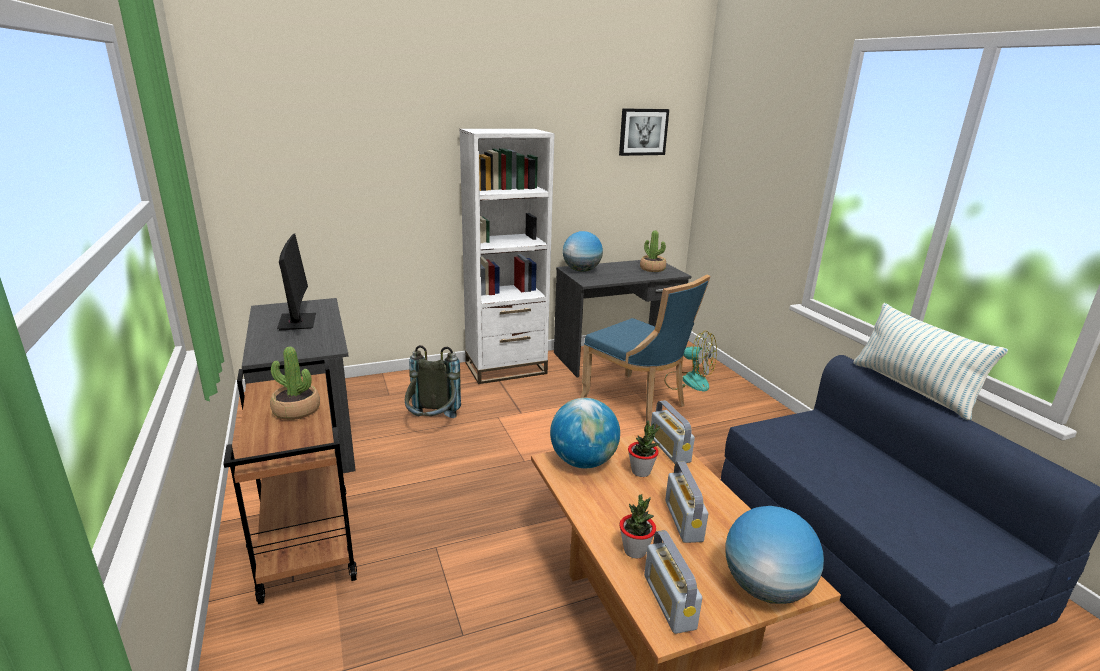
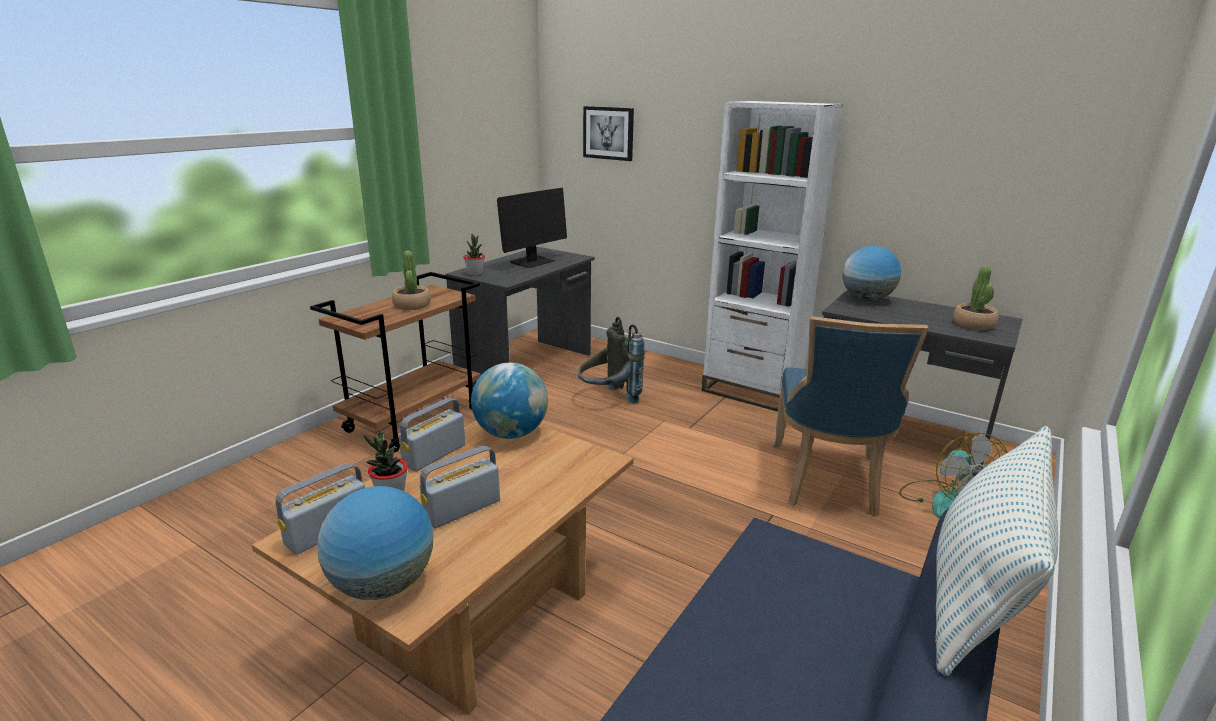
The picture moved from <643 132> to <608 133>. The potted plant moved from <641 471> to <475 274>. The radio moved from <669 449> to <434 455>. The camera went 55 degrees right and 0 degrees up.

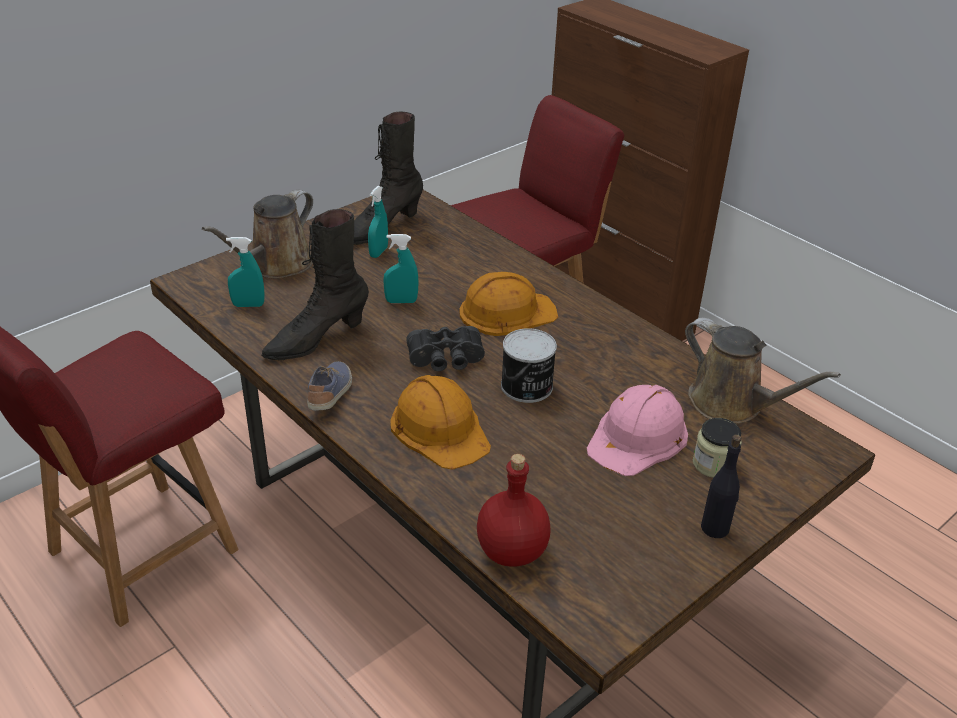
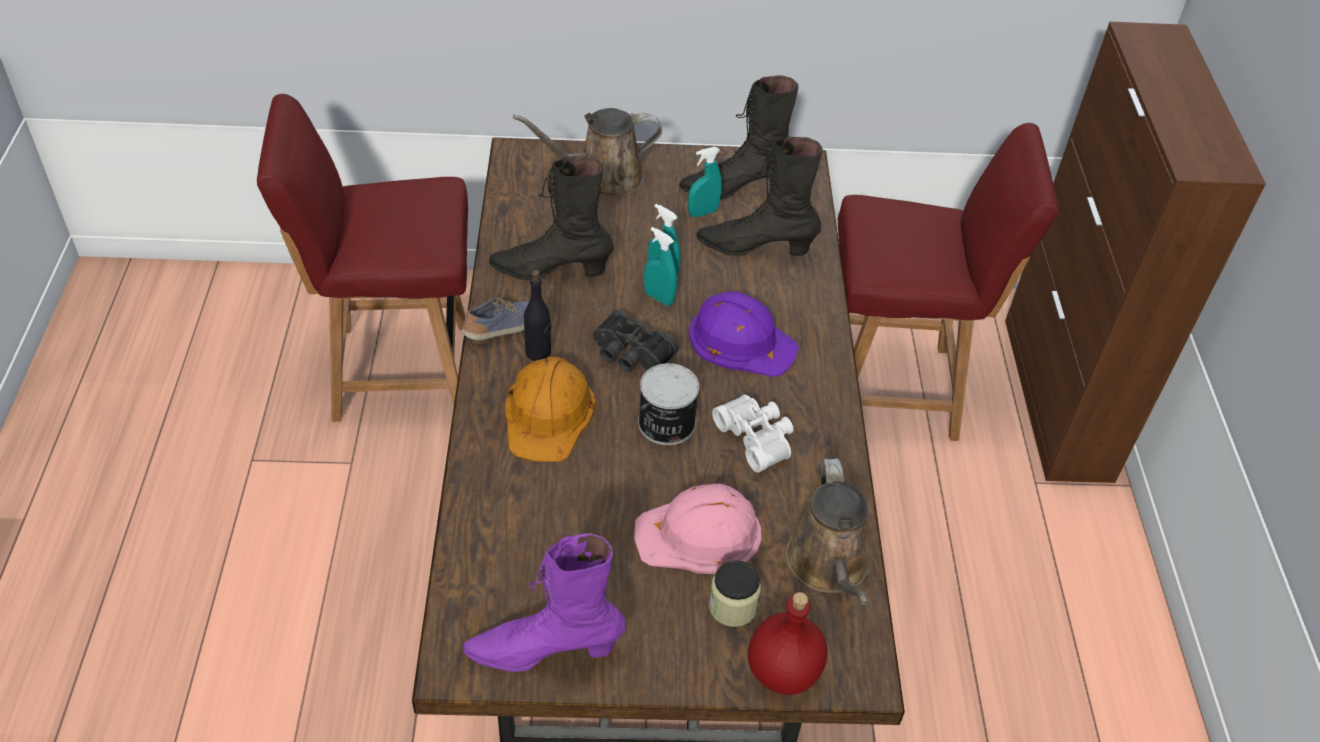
The boot in purple at <544 650> appeared. The boot in black at <755 247> appeared. The binoculars in white at <757 437> appeared. The spray bottle in turquoise moved from <248 305> to <659 298>. The bottle in red moved from <512 550> to <784 671>. The bottle in black moved from <715 528> to <538 352>. The hard hat in orange at <506 312> became the hard hat in purple at <741 340>. The camera went 40 degrees right and 10 degrees up.

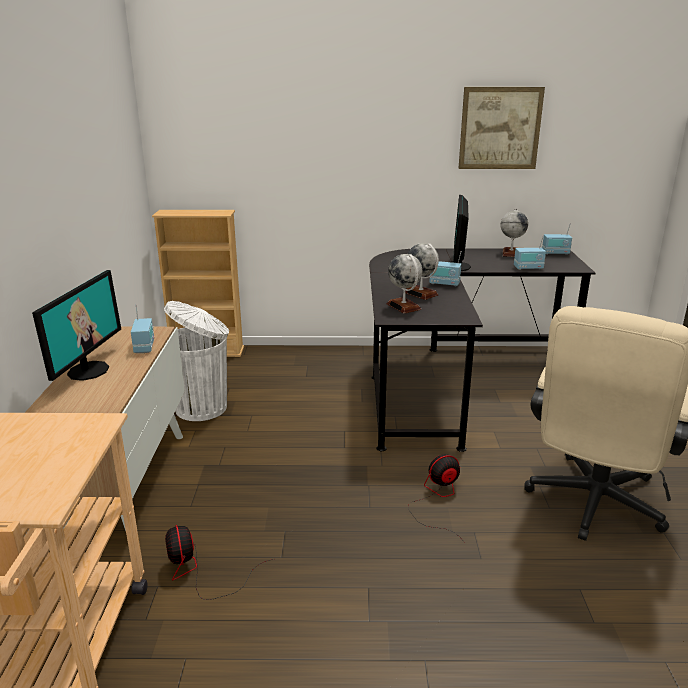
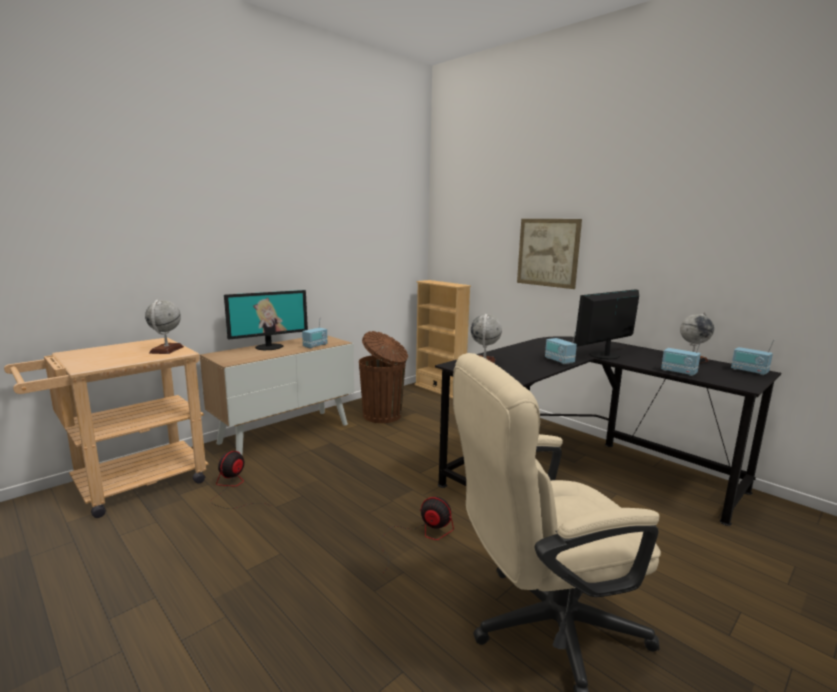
The globe moved from <421 293> to <166 350>. The picture moved from <500 128> to <548 252>. The trash can in white at <203 407> became the trash can in brown at <383 416>. The camera went 45 degrees right and 10 degrees down.

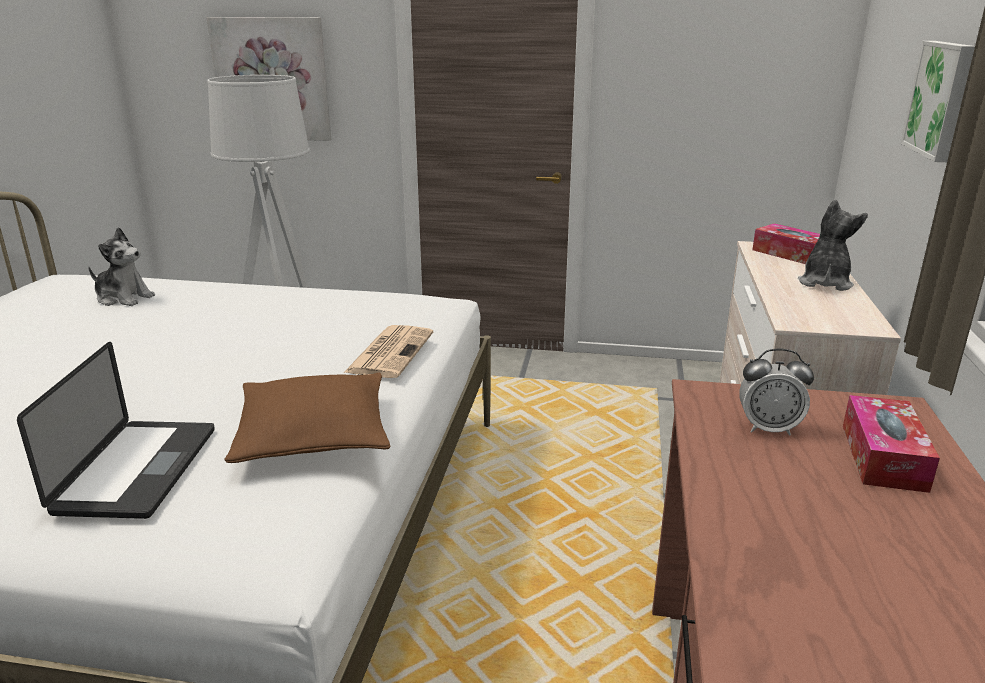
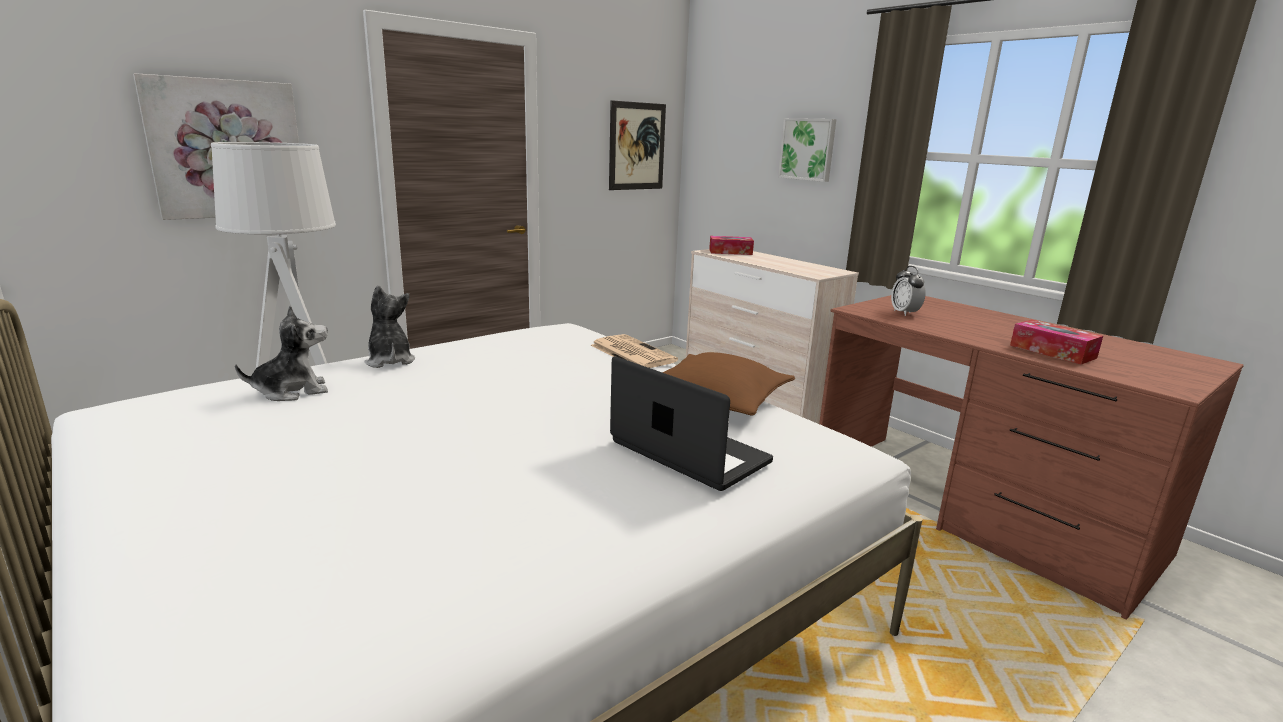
The picture at <637 146> appeared. The plush toy moved from <824 283> to <389 361>. The tissue box moved from <883 457> to <1052 351>. The alarm clock at <768 428> turned 120 degrees clockwise. The camera went 50 degrees left and 5 degrees down.

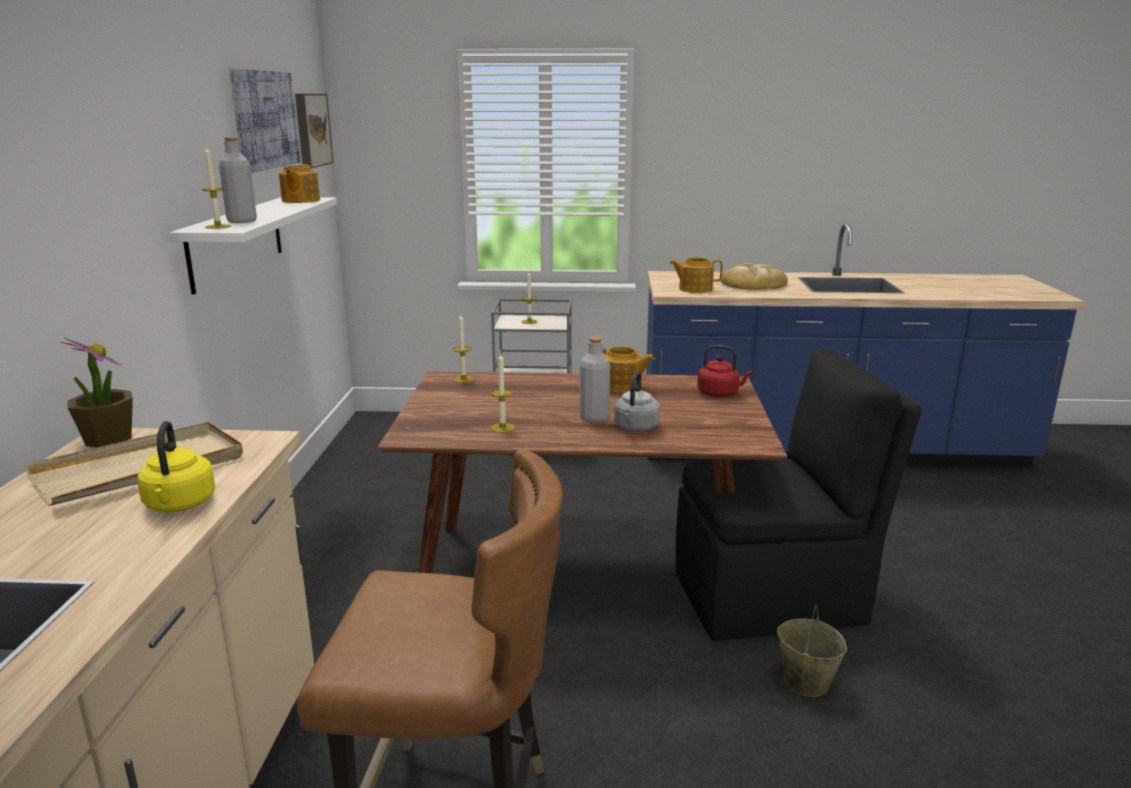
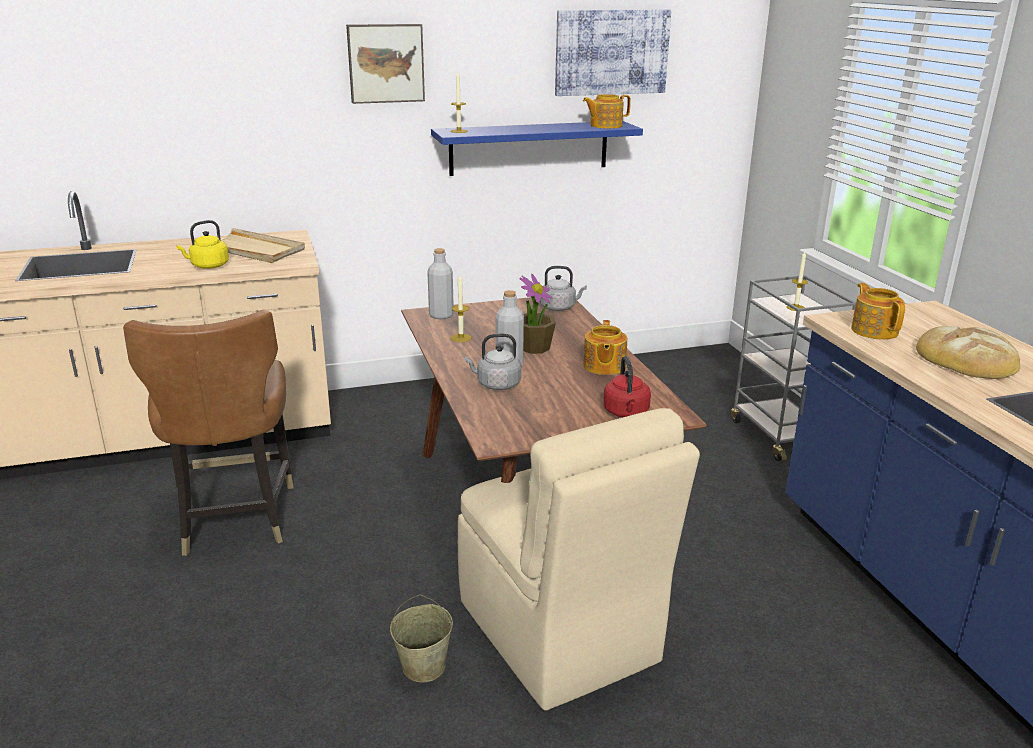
The potted plant moved from <108 439> to <534 347>. The bottle in grey moved from <242 221> to <441 315>. The picture moved from <311 130> to <385 63>. The candle at <463 379> was replaced by the kettle in grey at <559 307>. The shelf in white at <237 241> became the shelf in blue at <529 148>. The chair in black at <773 597> became the chair in beige at <559 635>. The camera went 70 degrees right and 5 degrees up.

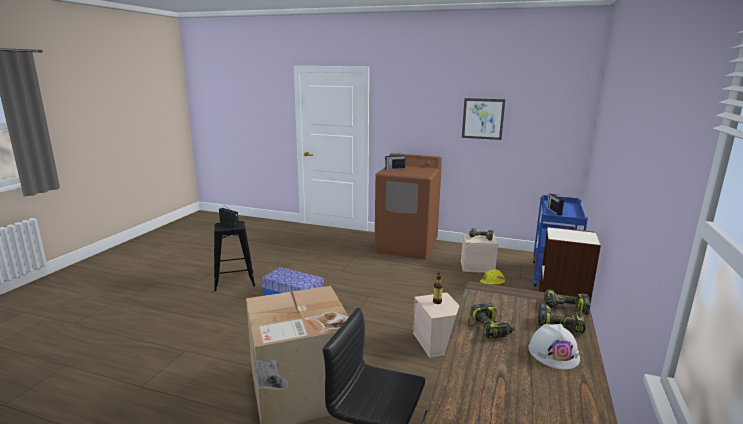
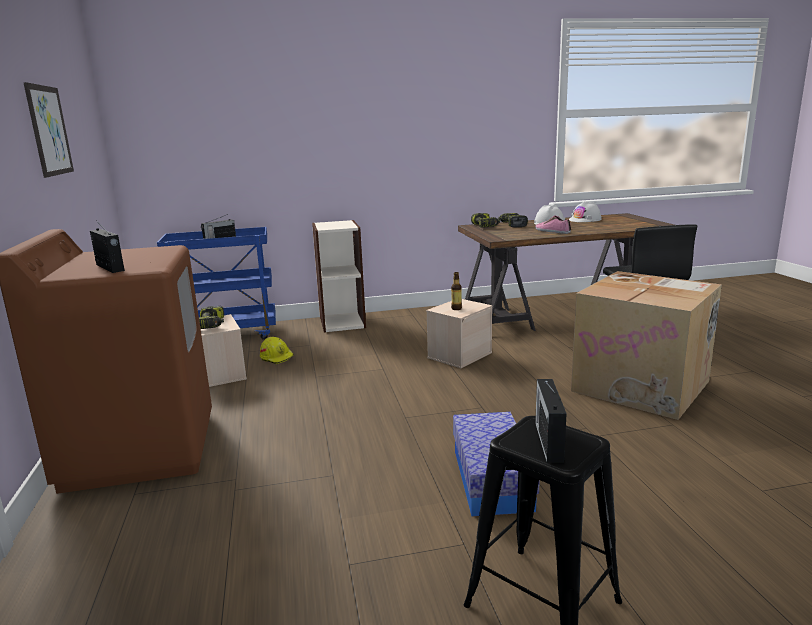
The hard hat in white at <585 219> appeared. The power drill at <491 328> was replaced by the shoe at <552 231>. The camera went 120 degrees left and 0 degrees up.

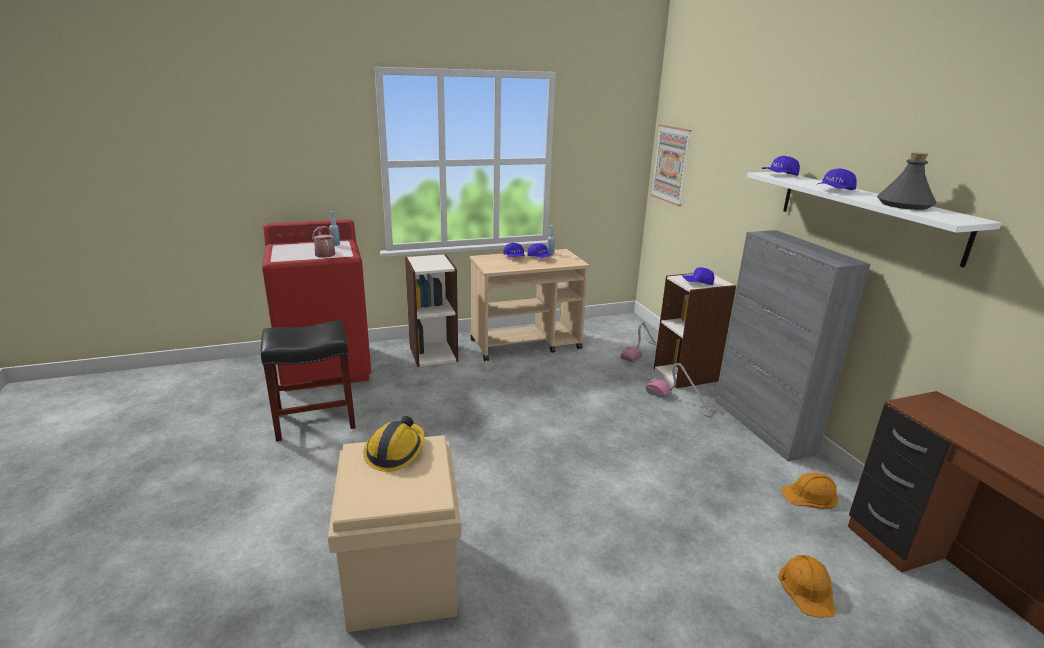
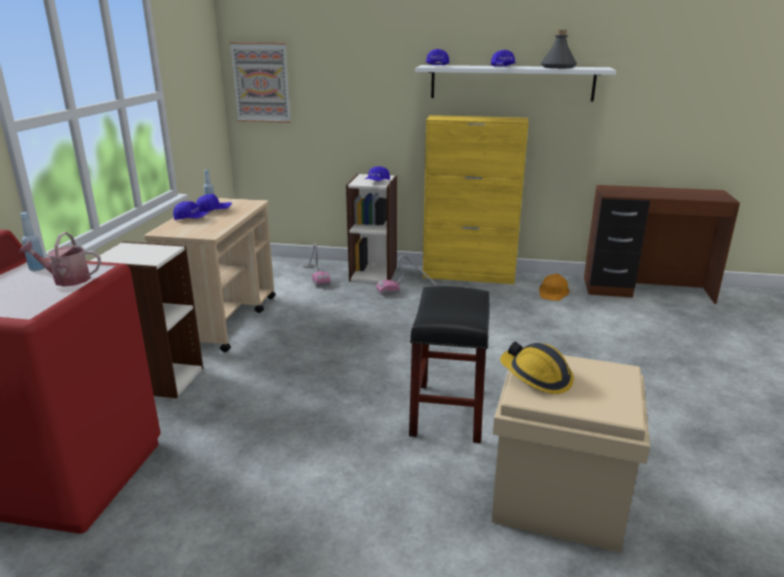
The hard hat in orange at <807 589> disappeared. The stool in black moved from <316 419> to <447 411>. The cabinet in grey at <762 426> became the cabinet in yellow at <469 275>. The camera went 60 degrees left and 0 degrees up.

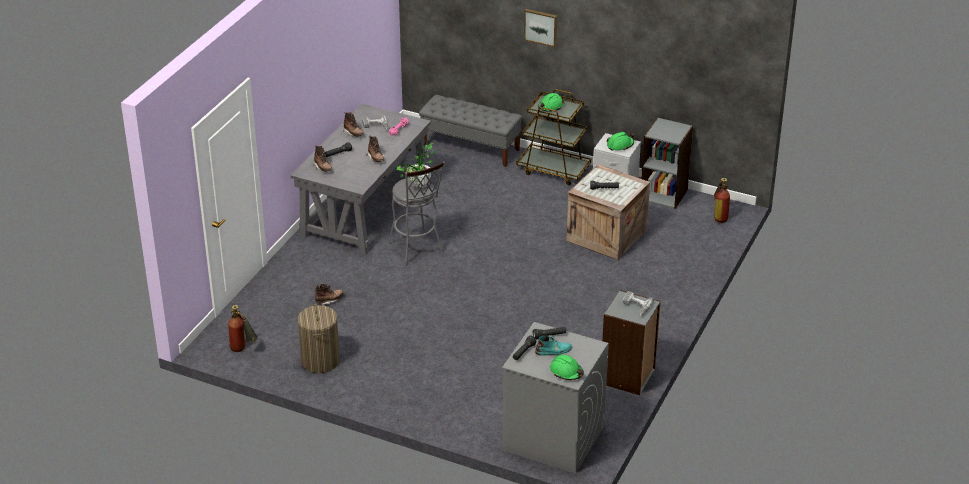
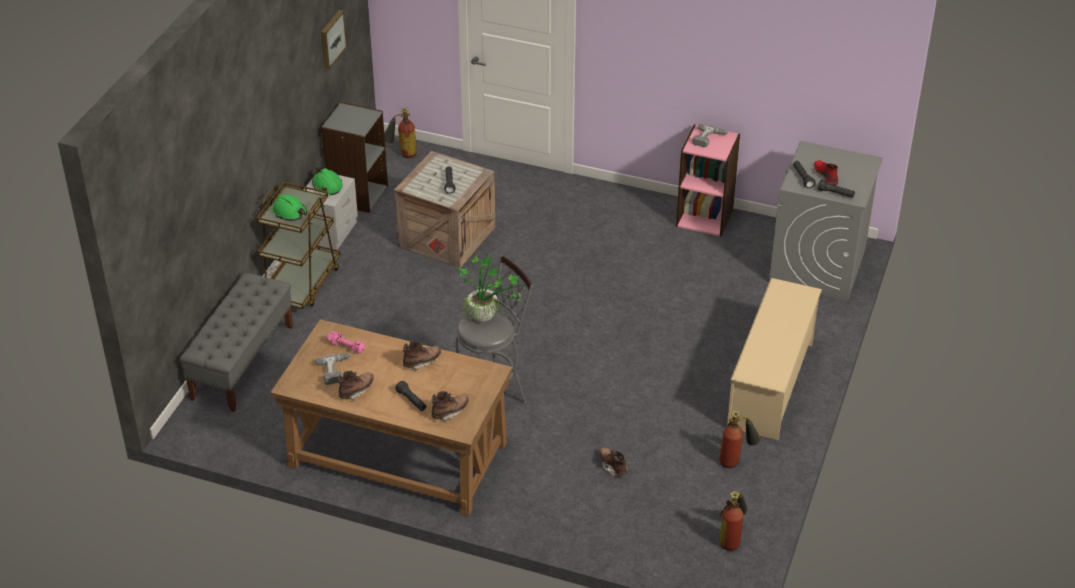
The hard hat in green at <566 372> disappeared. The shoe rack in beige at <771 385> appeared. The picture moved from <541 27> to <331 39>. The laundry basket at <320 361> was replaced by the fire extinguisher at <736 460>. The desk in grey at <365 208> became the desk in brown at <397 455>. The boot in turquoise at <554 350> became the boot in red at <826 174>. The bookcase in grey at <628 376> became the bookcase in pink at <705 217>. The camera went 95 degrees left and 5 degrees up.

